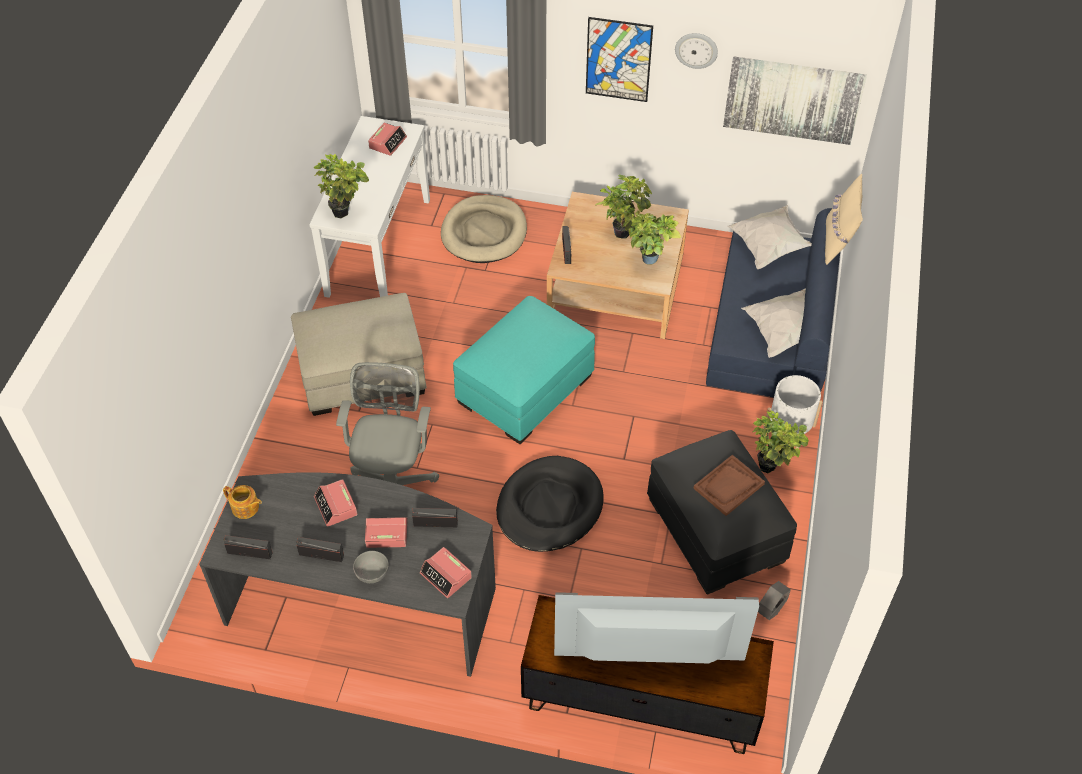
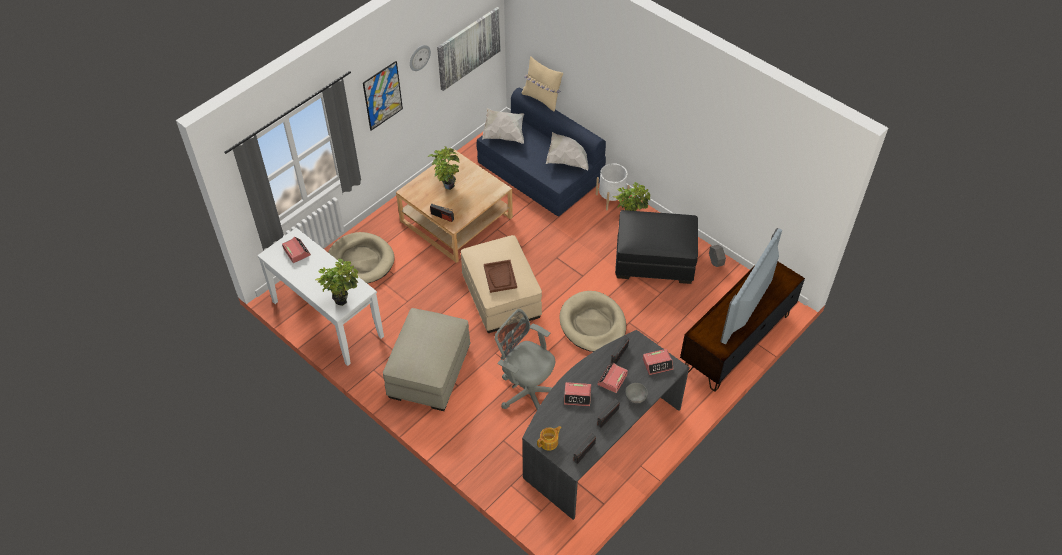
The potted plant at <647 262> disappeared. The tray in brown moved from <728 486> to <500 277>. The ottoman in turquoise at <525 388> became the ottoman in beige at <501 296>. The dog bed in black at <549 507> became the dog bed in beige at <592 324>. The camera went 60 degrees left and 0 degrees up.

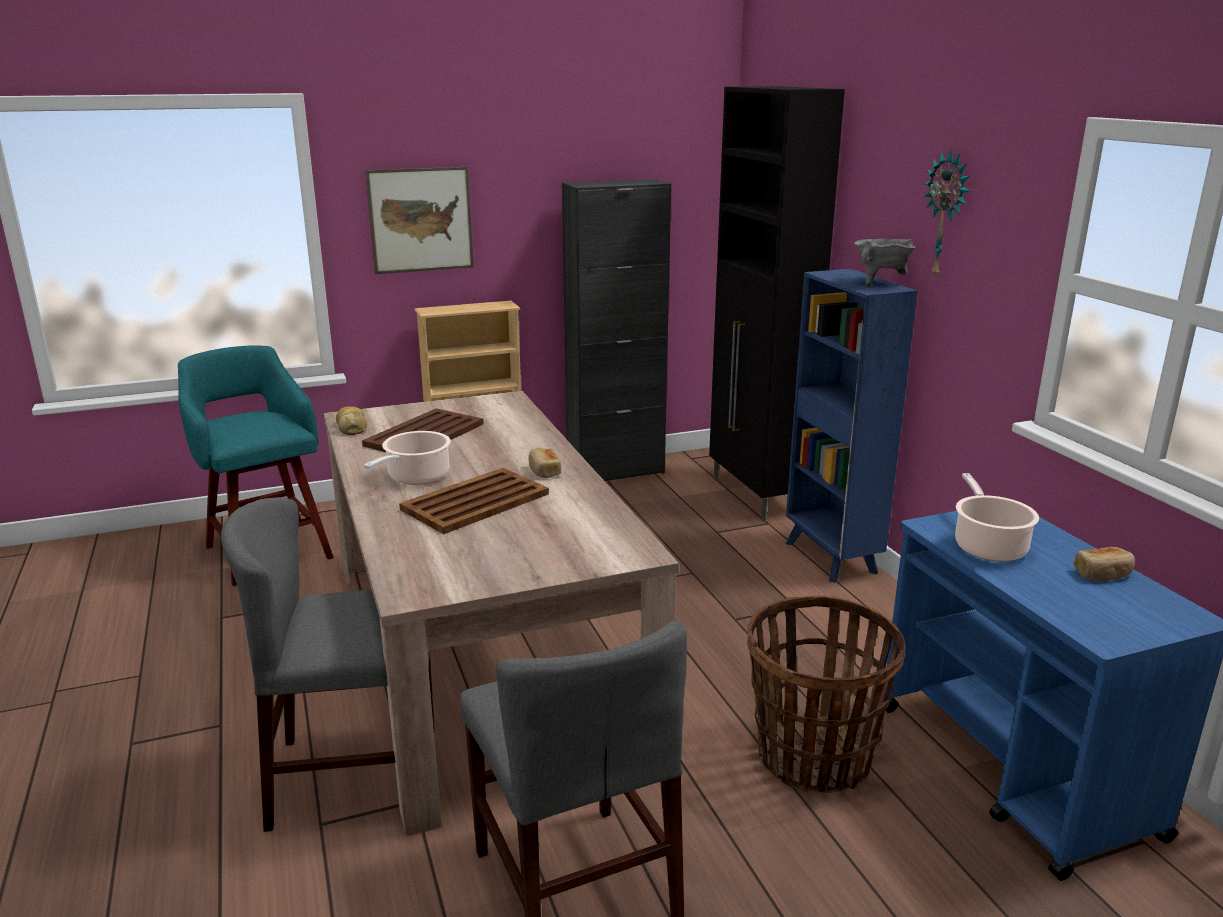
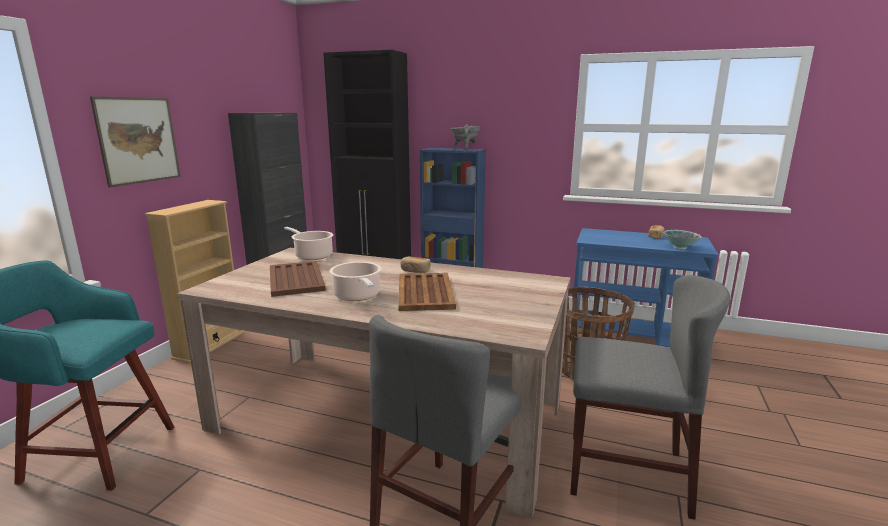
The bread at <351 427> disappeared. The wall clock at <947 215> disappeared. The bowl at <680 248> appeared. The cooking pot moved from <988 546> to <312 256>. The camera went 50 degrees left and 5 degrees down.

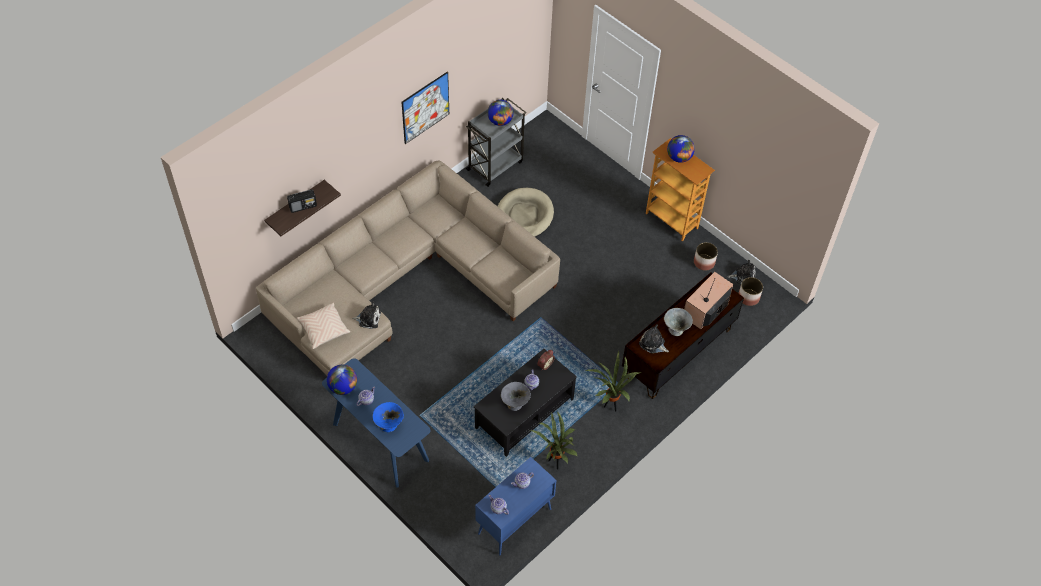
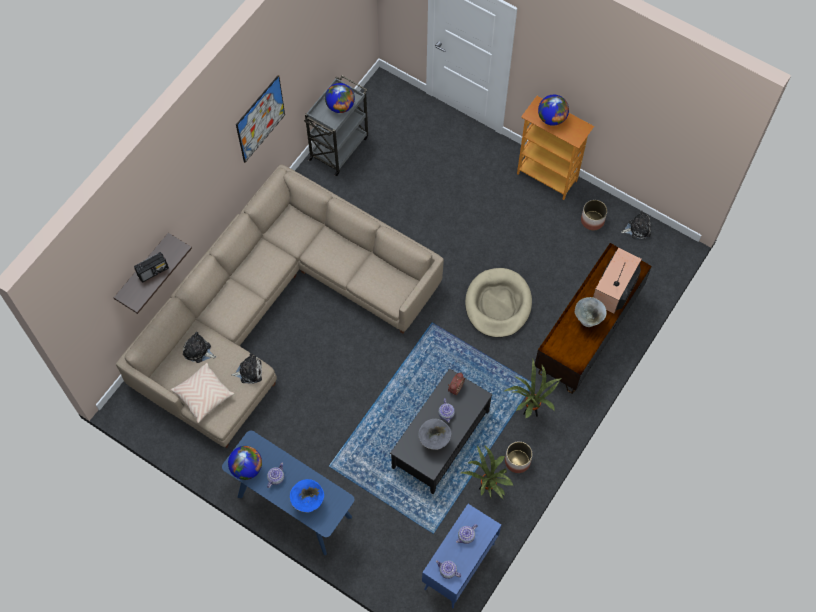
The dog bed in beige moved from <524 216> to <498 304>. The plush toy moved from <653 344> to <198 351>. The planter moved from <748 297> to <517 461>. The camera went 10 degrees left and 10 degrees up.

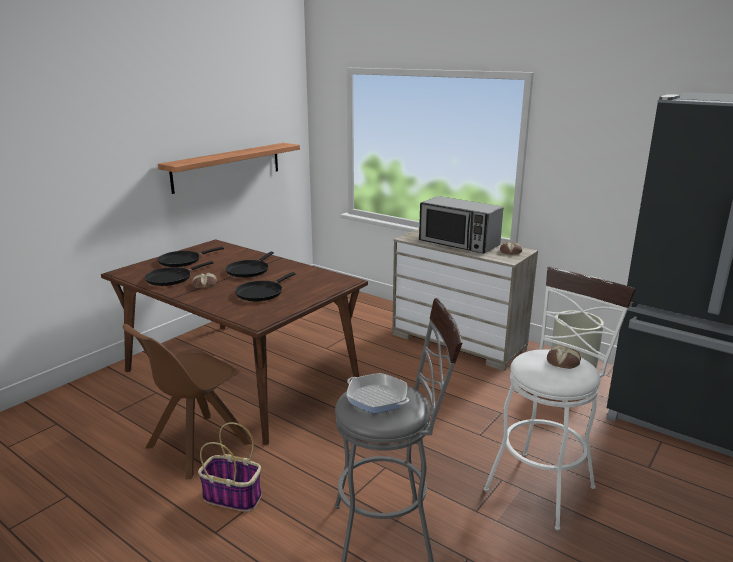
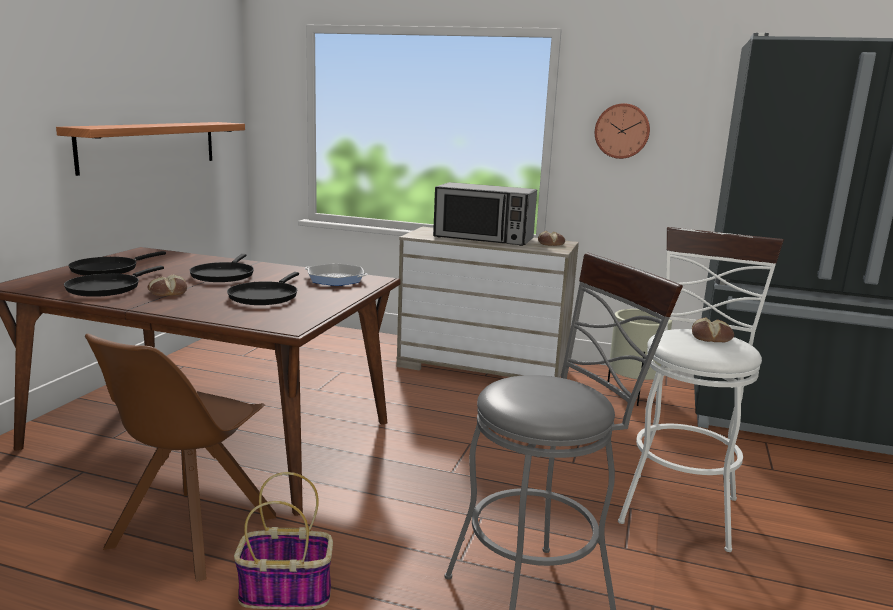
The wall clock at <622 131> appeared. The frying pan moved from <377 398> to <335 279>. The camera went 20 degrees left and 5 degrees down.

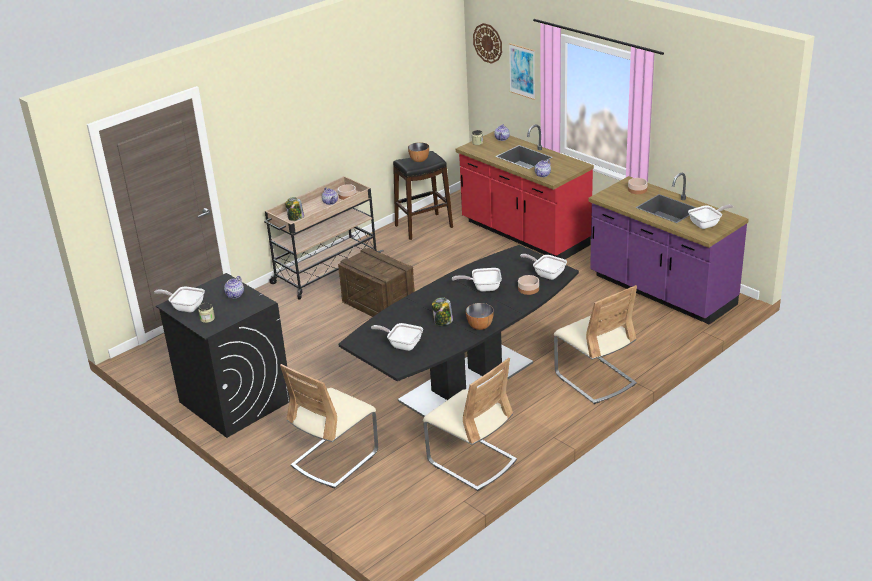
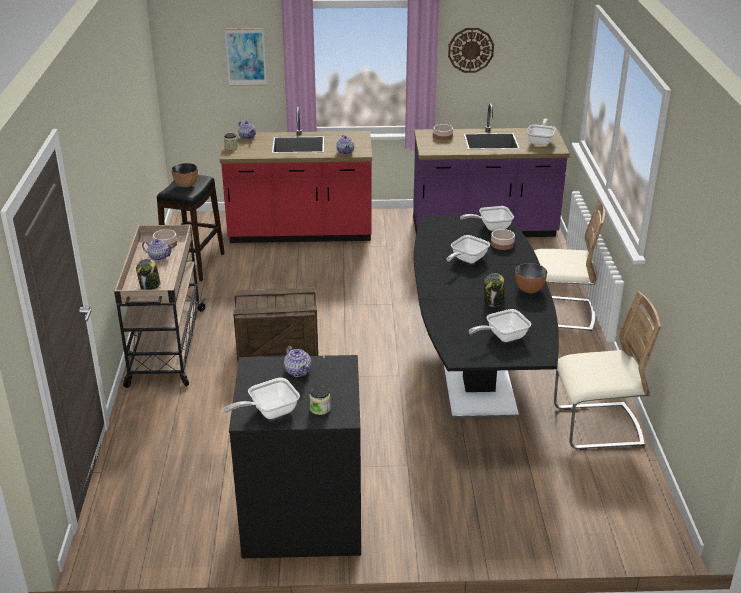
The chair in beige at <335 459> disappeared. The wall clock moved from <488 43> to <470 50>. The camera went 50 degrees left and 0 degrees up.

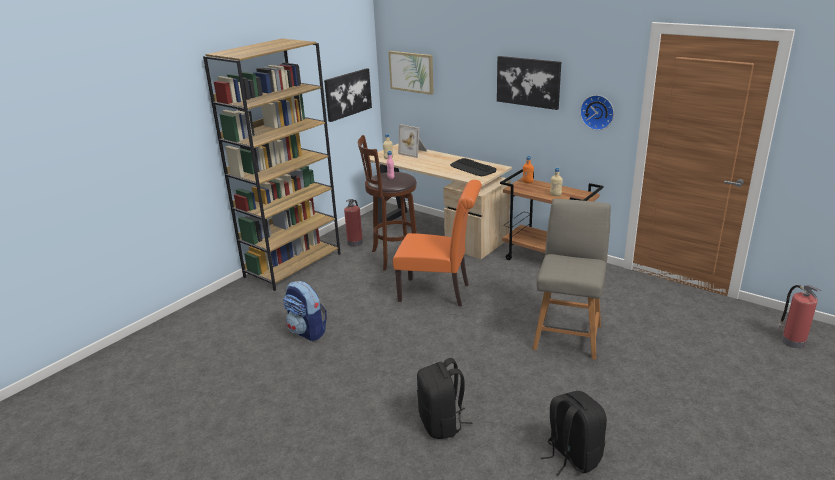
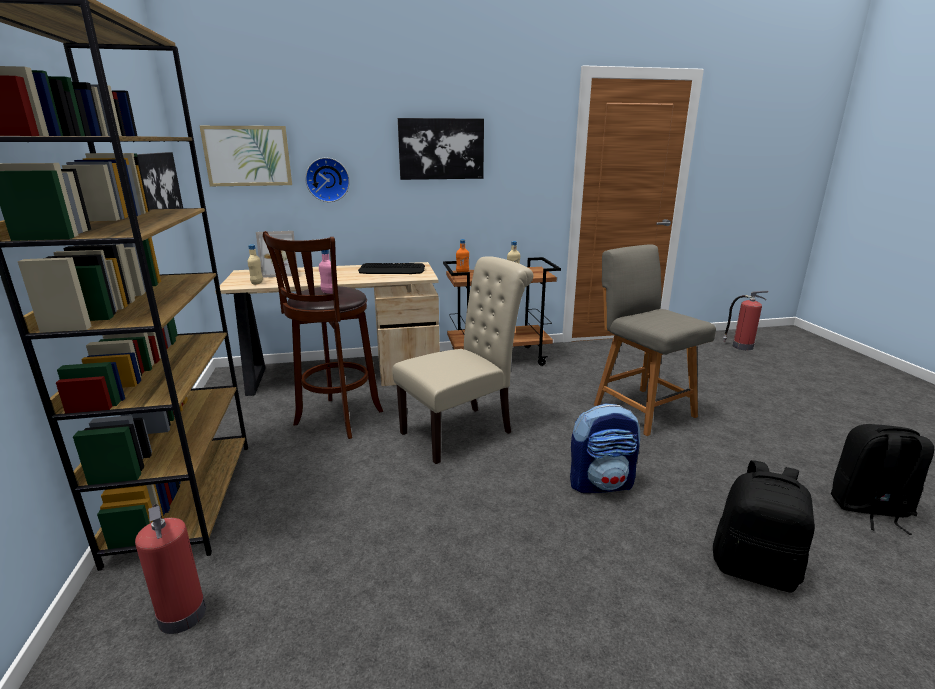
The backpack moved from <307 331> to <601 483>. The fire extinguisher moved from <355 242> to <182 613>. The wall clock moved from <598 112> to <327 179>. The chair in orange at <439 293> became the chair in beige at <463 431>. The camera went 50 degrees left and 5 degrees down.

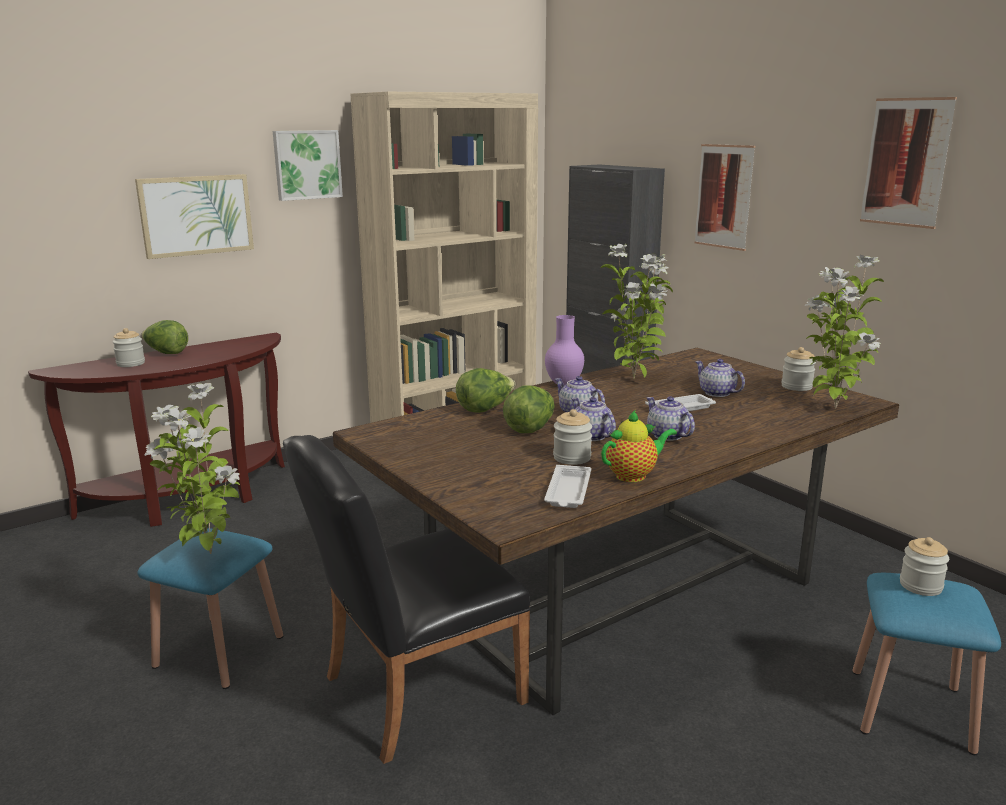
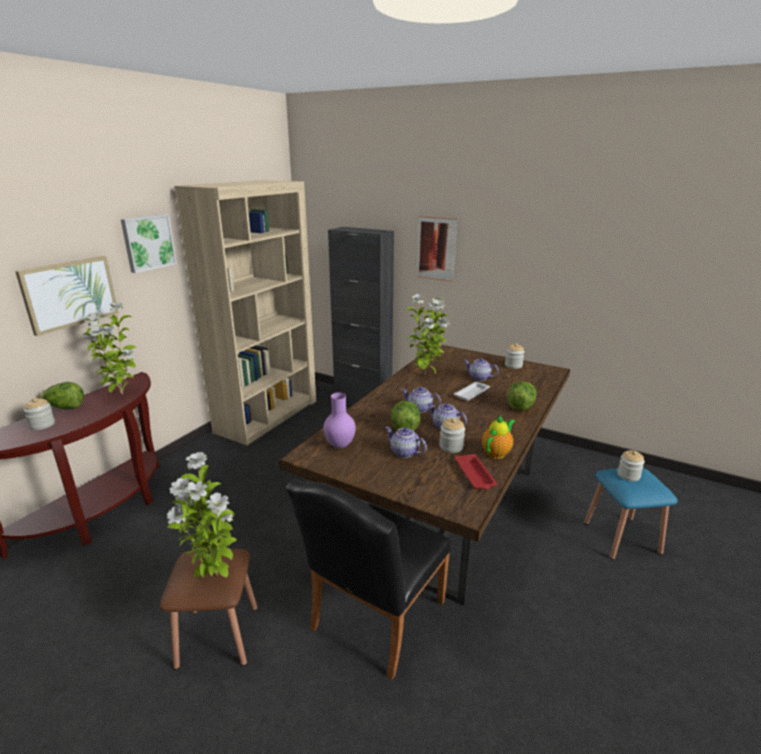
The picture at <906 162> disappeared. The lettuce moved from <485 409> to <520 406>. The vase in purple moved from <564 384> to <340 445>. The teapot moved from <667 436> to <404 452>. The potted plant moved from <832 407> to <121 394>. The stool in blue at <219 651> became the stool in brown at <218 636>. The tray in white at <568 492> became the tray in red at <475 475>. The camera went 25 degrees left and 5 degrees up.

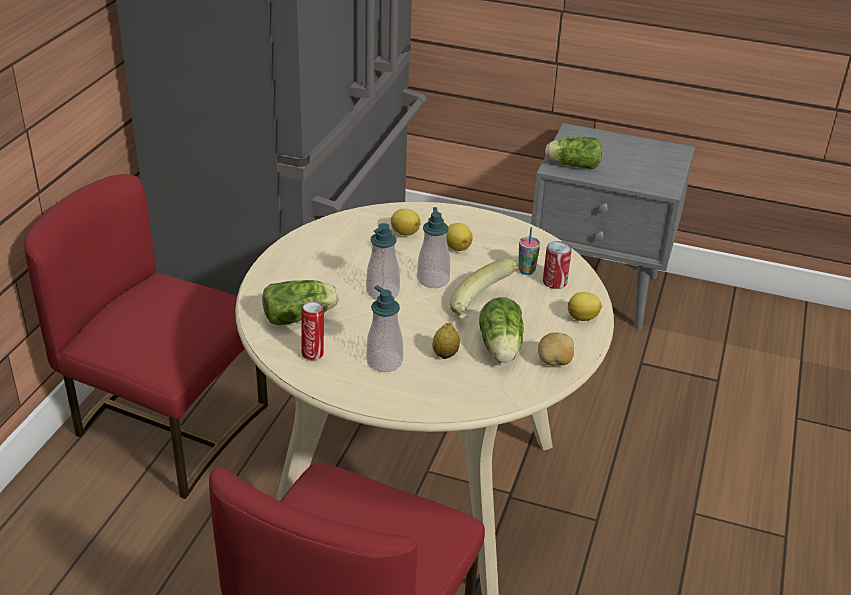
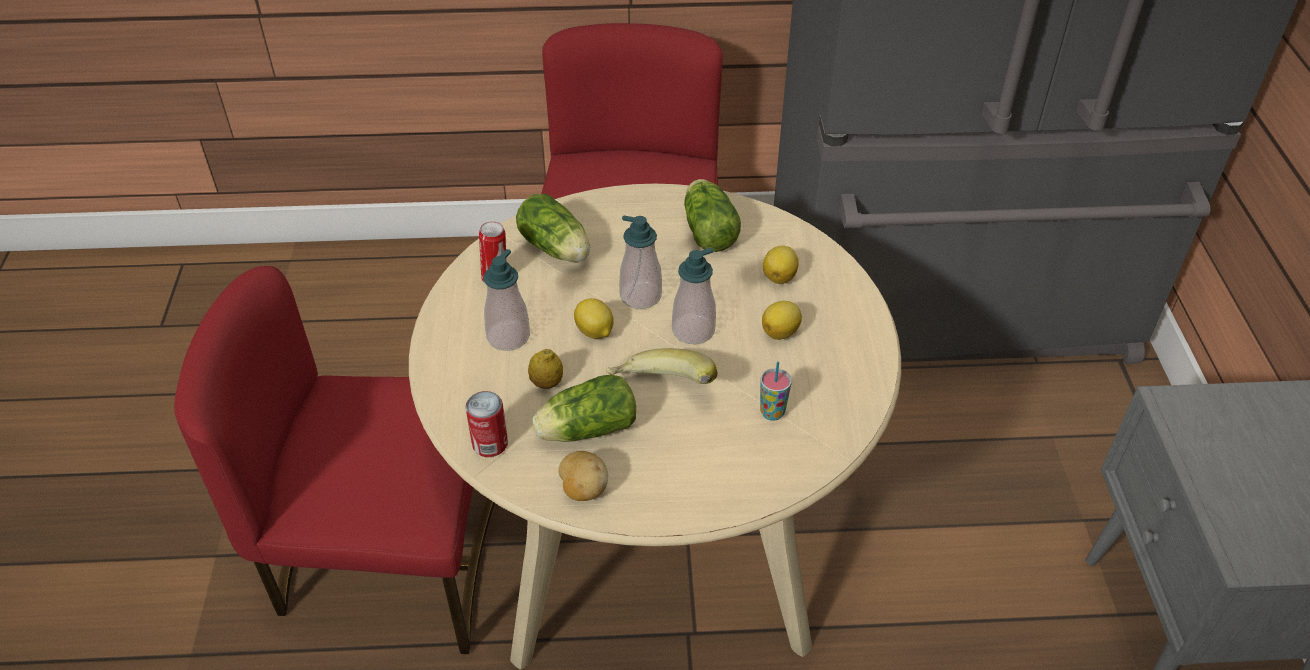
The can moved from <554 282> to <490 444>. The lettuce moved from <571 165> to <708 229>. The lemon moved from <583 318> to <595 332>. The camera went 70 degrees right and 10 degrees up.

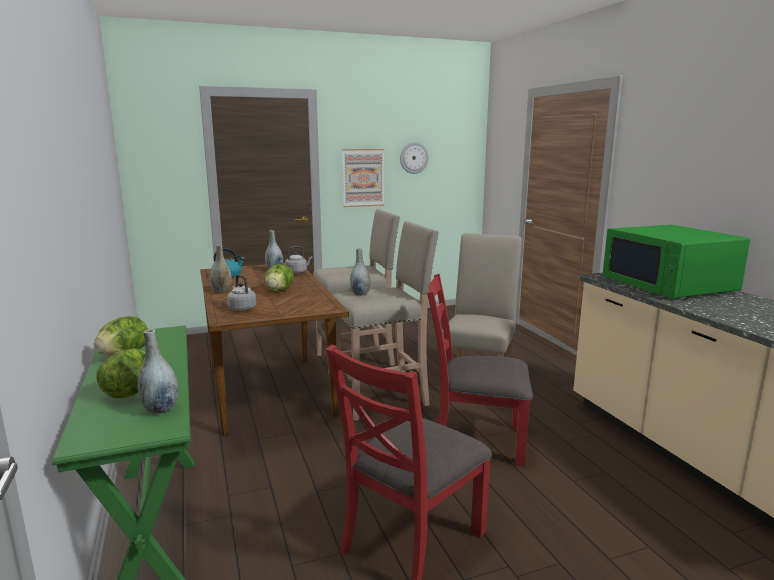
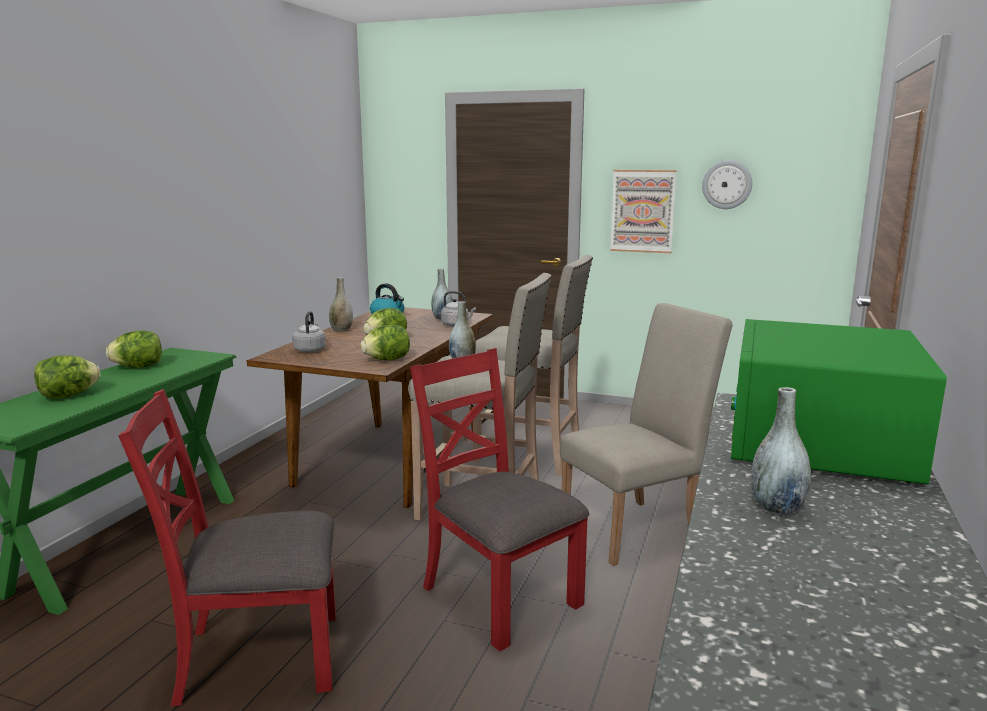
The lettuce at <387 360> appeared. The vase in grey moved from <160 409> to <777 508>. The camera went 40 degrees right and 0 degrees up.

